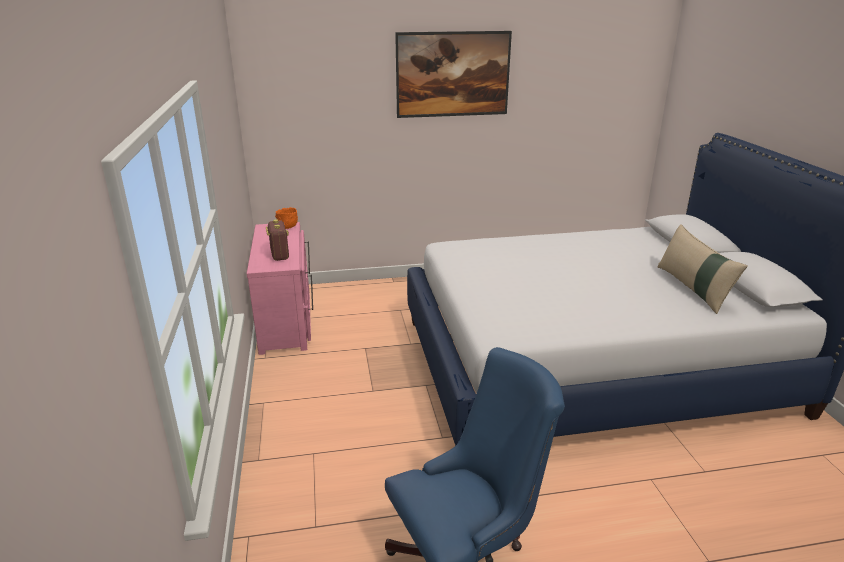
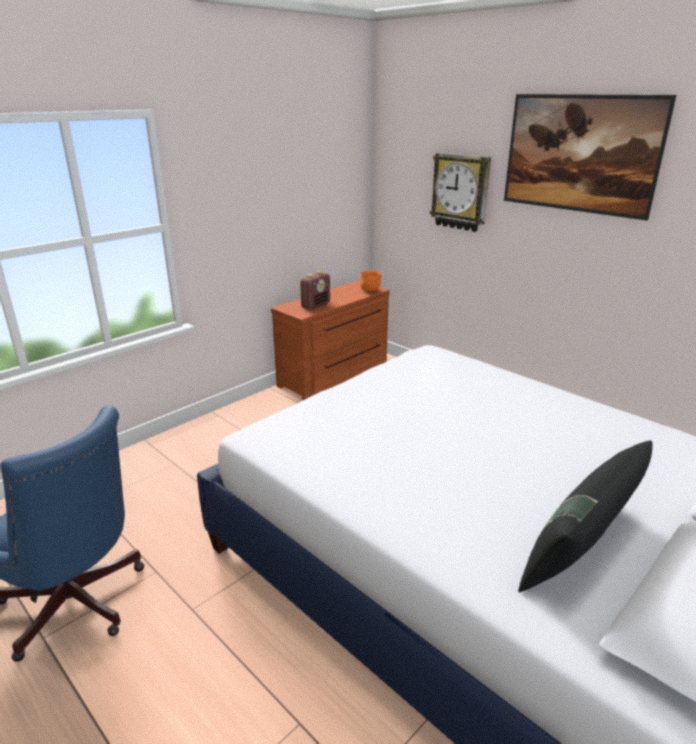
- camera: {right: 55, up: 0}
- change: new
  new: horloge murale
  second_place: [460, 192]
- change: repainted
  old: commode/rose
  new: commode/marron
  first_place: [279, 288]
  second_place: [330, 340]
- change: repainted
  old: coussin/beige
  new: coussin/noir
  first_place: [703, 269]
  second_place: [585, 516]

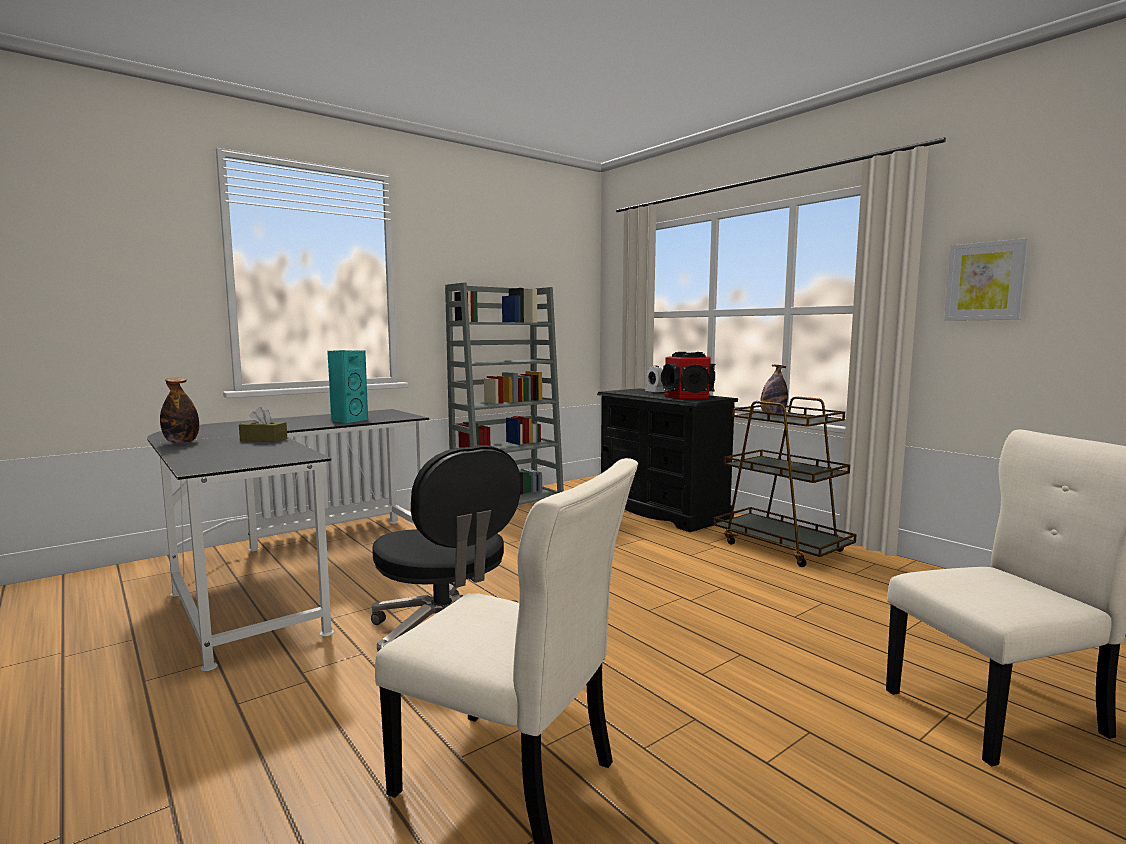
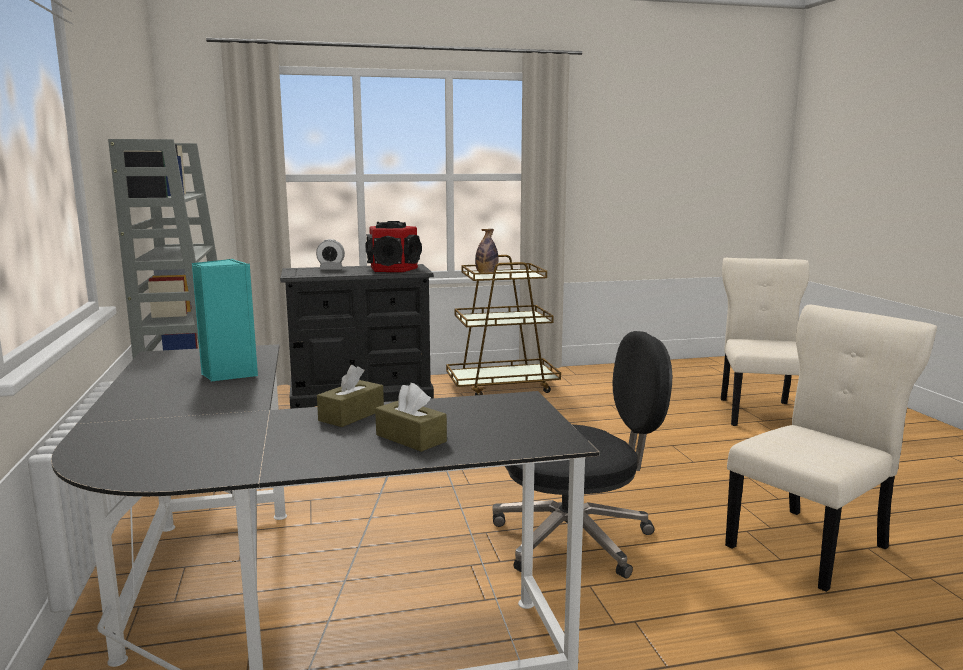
- camera: {right: -65, up: 5}
- change: gone
  old: bouteille
  first_place: [179, 411]
- change: gone
  old: tableau
  first_place: [986, 279]
- change: new
  new: boîte à mouchoirs/marron
  second_place: [411, 417]

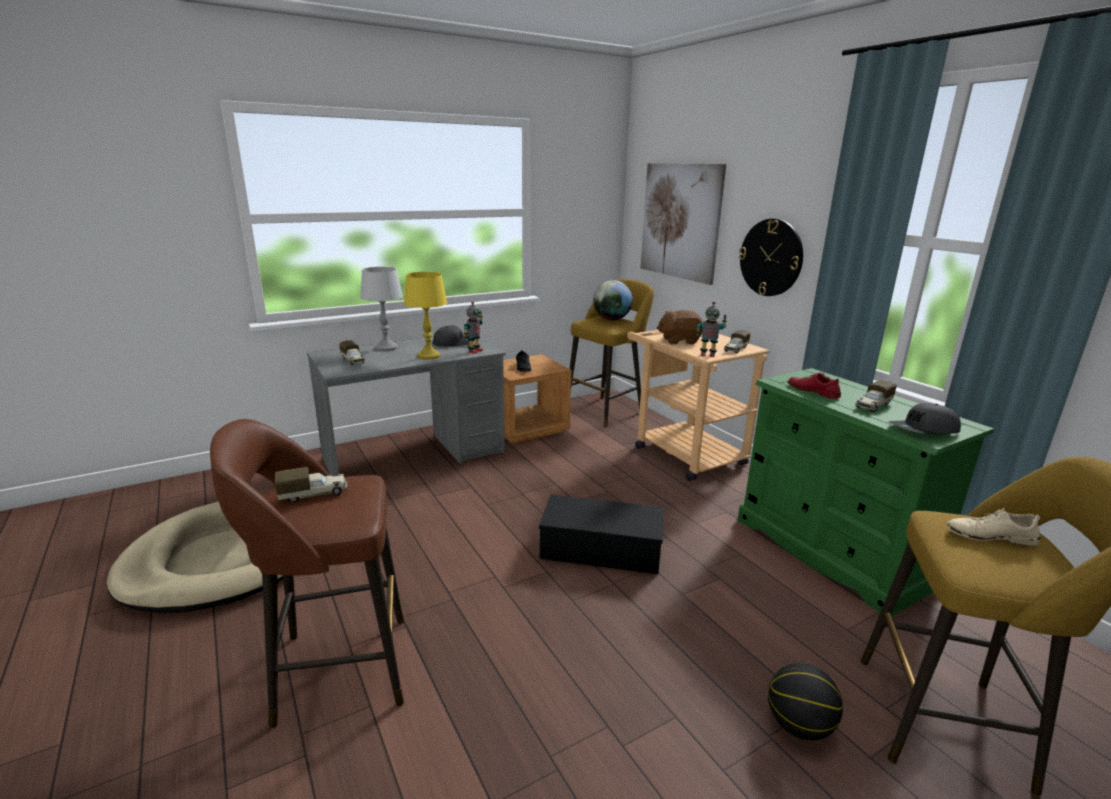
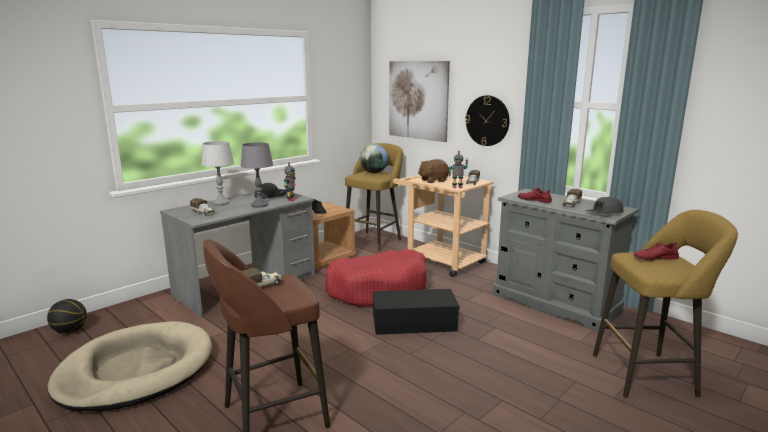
- camera: {right: -15, up: -5}
- change: new
  new: panier pour chien/rouge
  second_place: [376, 278]
- change: shifted
  old: ballon de basket
  first_place: [805, 701]
  second_place: [67, 316]
- change: repainted
  old: lampe de table/jaune
  new: lampe de table/gris
  first_place: [425, 316]
  second_place: [257, 175]
- change: repainted
  old: commode/vert
  new: commode/gris
  first_place: [866, 492]
  second_place: [566, 260]
- change: repainted
  old: chaussure/beige
  new: chaussure/rouge
  first_place: [994, 527]
  second_place: [656, 251]

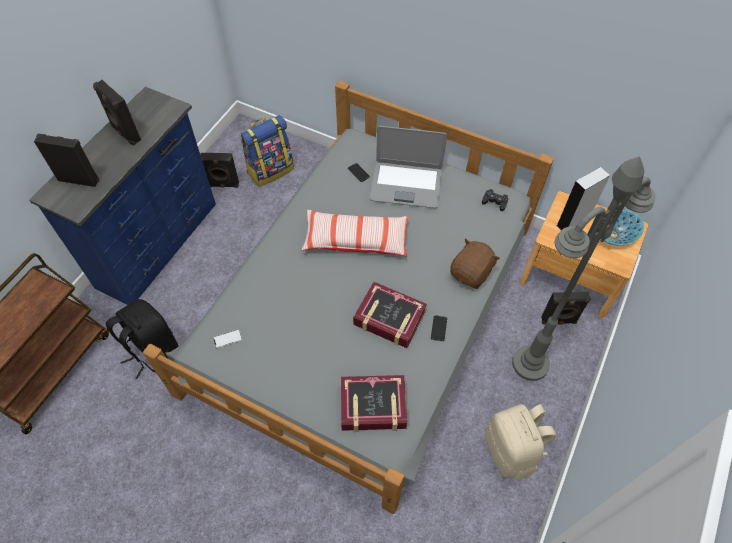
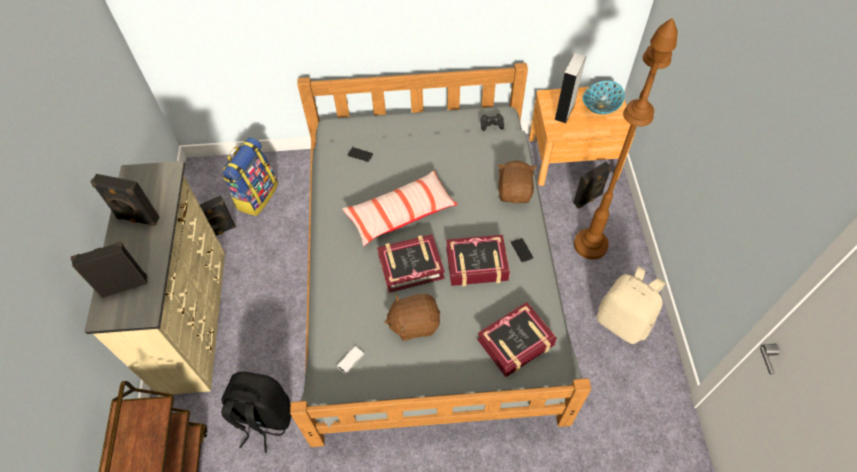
- camera: {right: -30, up: 0}
- change: gone
  old: ordinateur portable
  first_place: [408, 167]
- change: new
  new: livre
  second_place: [411, 263]
- change: new
  new: peluche/marron
  second_place: [412, 317]
- change: repainted
  old: commode/bleu
  new: commode/beige
  first_place: [122, 196]
  second_place: [155, 277]
- change: repainted
  old: lampadaire/gris
  new: lampadaire/marron
  first_place: [584, 268]
  second_place: [626, 138]

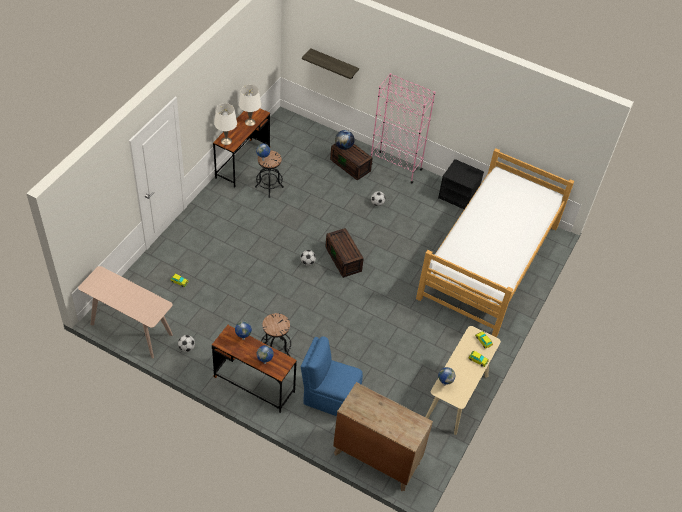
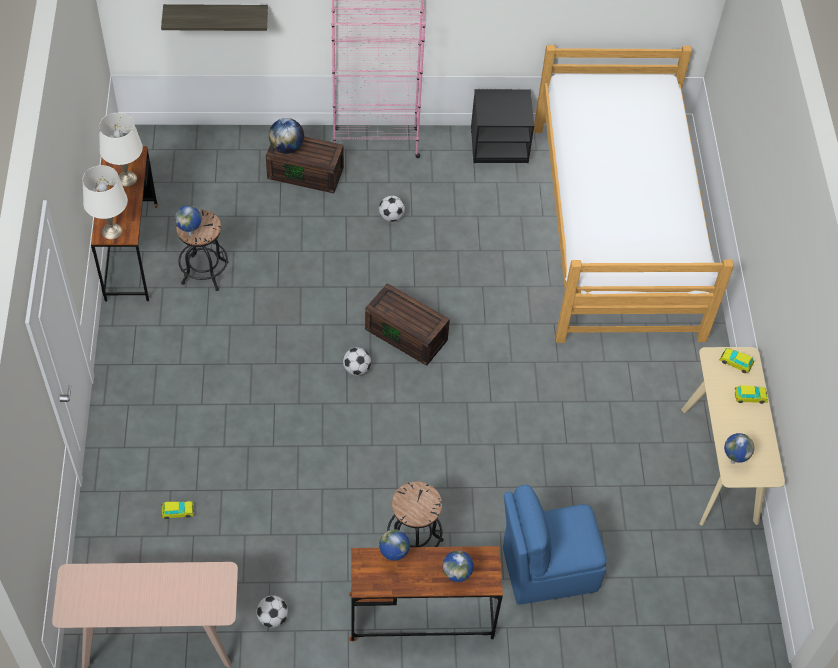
- camera: {right: -30, up: 5}
- change: gone
  old: commode/marron
  first_place: [383, 436]

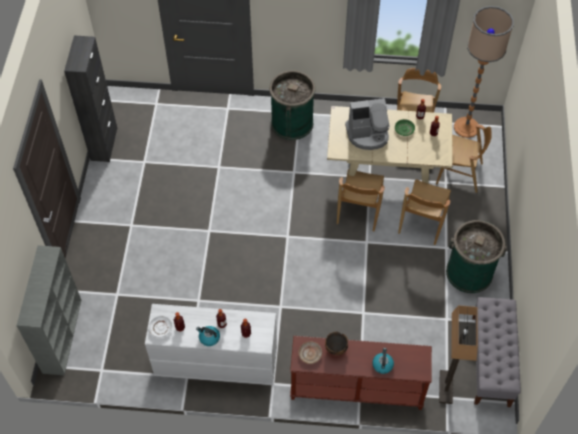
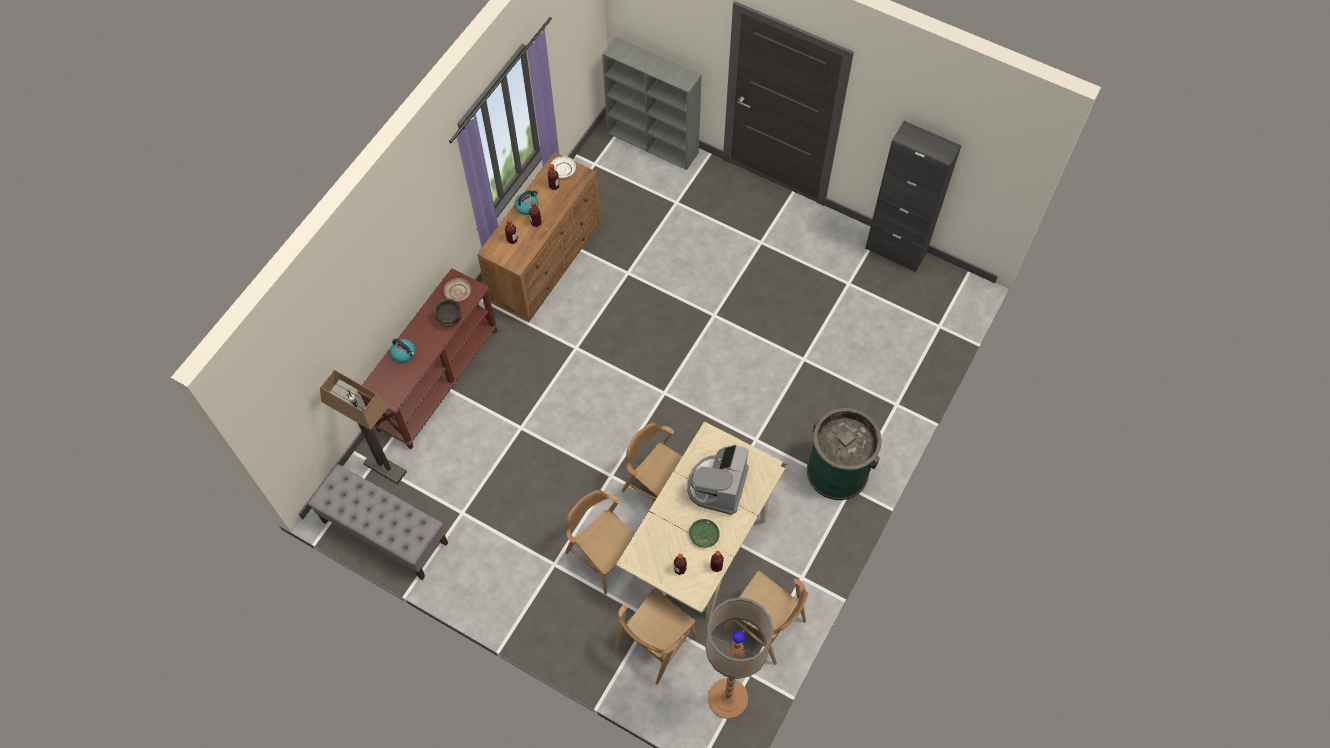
- camera: {right: 115, up: 5}
- change: gone
  old: poubelle/vert
  first_place: [476, 256]
- change: repainted
  old: commode/blanc
  new: commode/marron
  first_place: [211, 344]
  second_place: [539, 237]

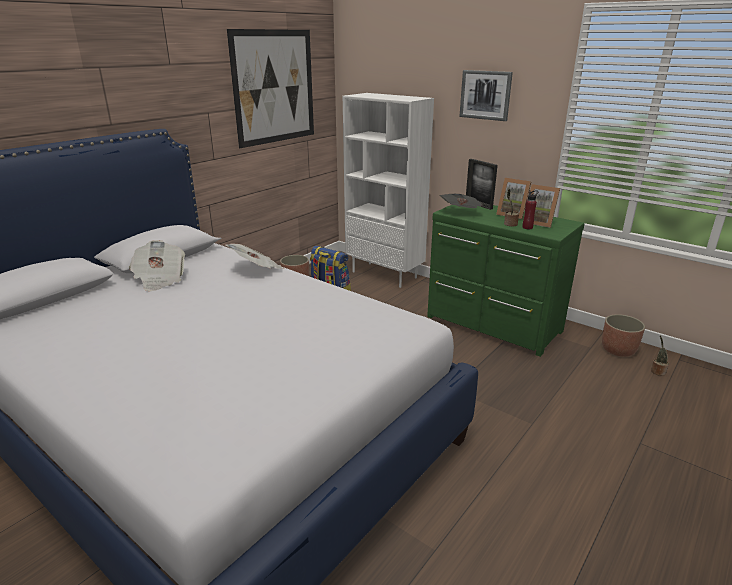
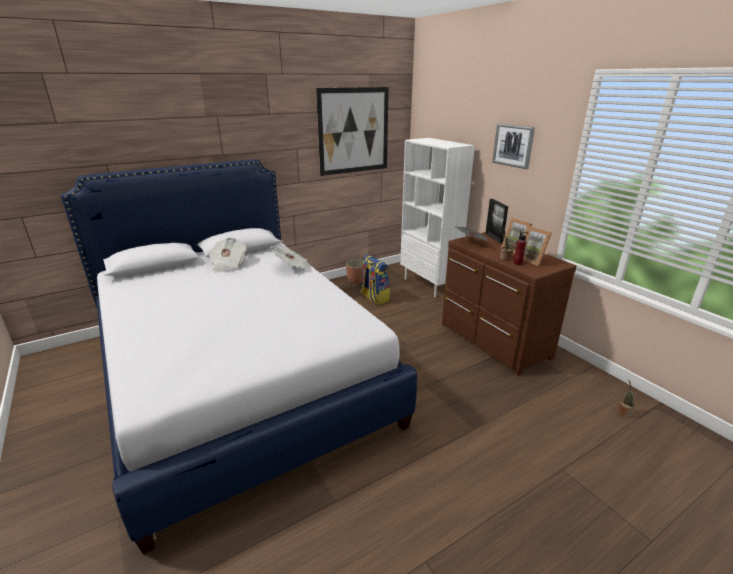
- camera: {right: 20, up: 0}
- change: gone
  old: cache-pot
  first_place: [623, 335]
- change: repainted
  old: commode/vert
  new: commode/marron
  first_place: [506, 281]
  second_place: [509, 304]

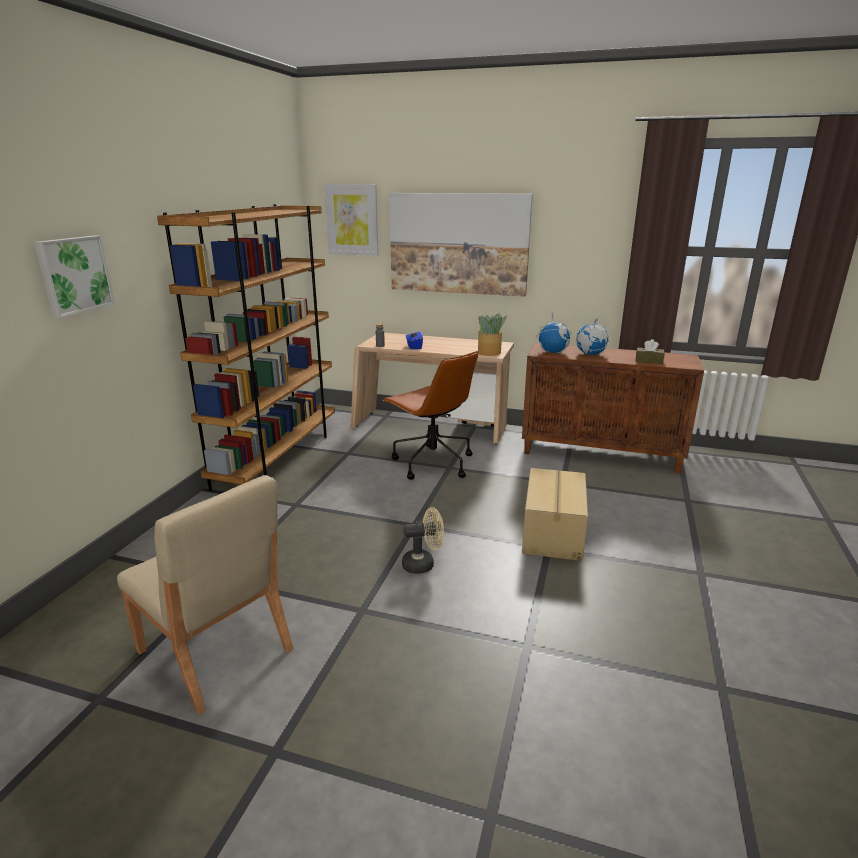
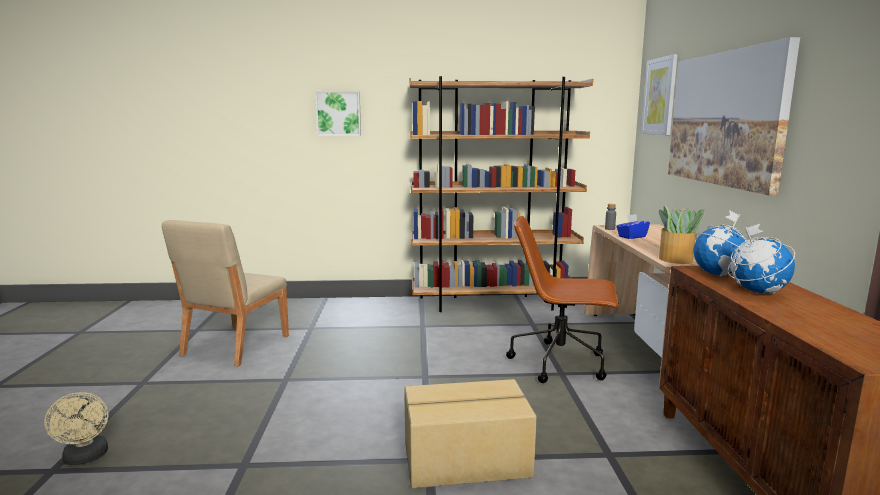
- camera: {right: 70, up: -10}
- change: gone
  old: boîte à mouchoirs/marron
  first_place: [650, 351]
- change: shifted
  old: ventilateur/beige
  first_place: [423, 540]
  second_place: [76, 428]
- change: rotated
  old: chaise de bureau/marron
  first_place: [430, 415]
  second_place: [562, 299]
  degrees: 75

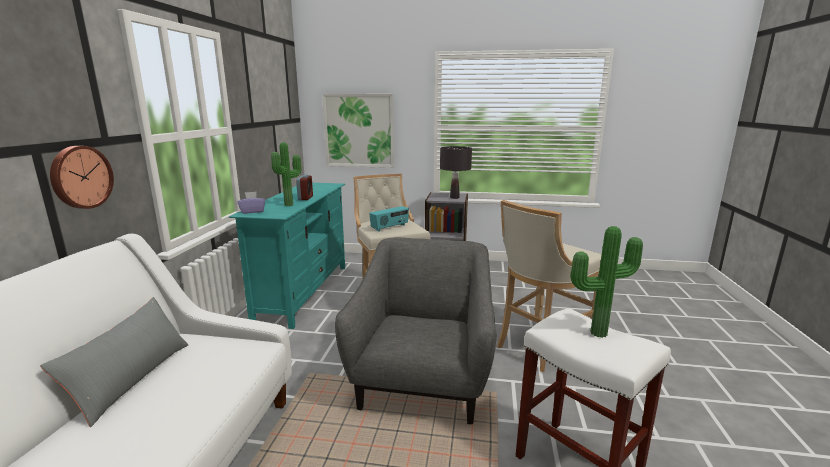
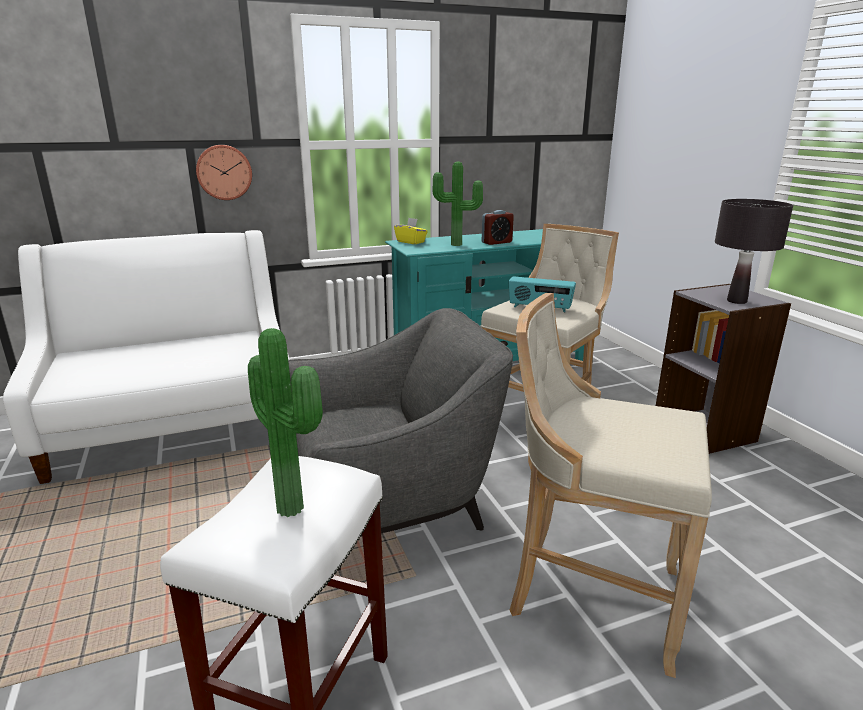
- camera: {right: 60, up: 5}
- change: gone
  old: coussin/gris
  first_place: [114, 362]
- change: gone
  old: tableau
  first_place: [358, 131]
- change: repainted
  old: boîte à mouchoirs/violet
  new: boîte à mouchoirs/jaune
  first_place: [251, 203]
  second_place: [411, 231]

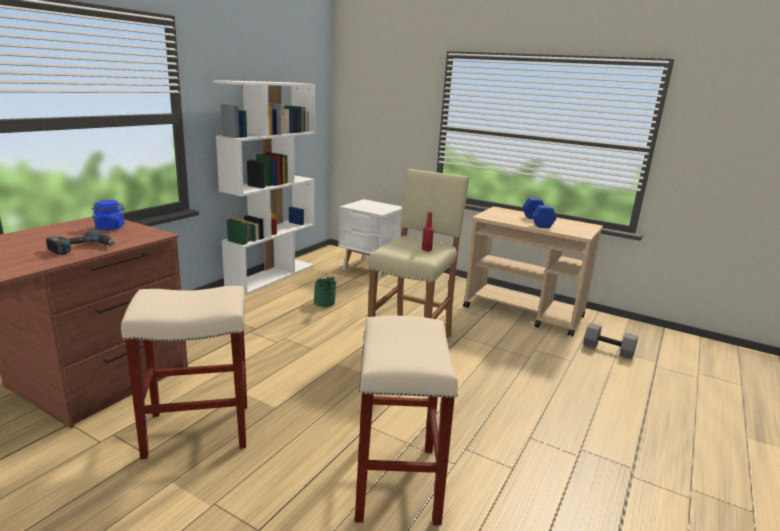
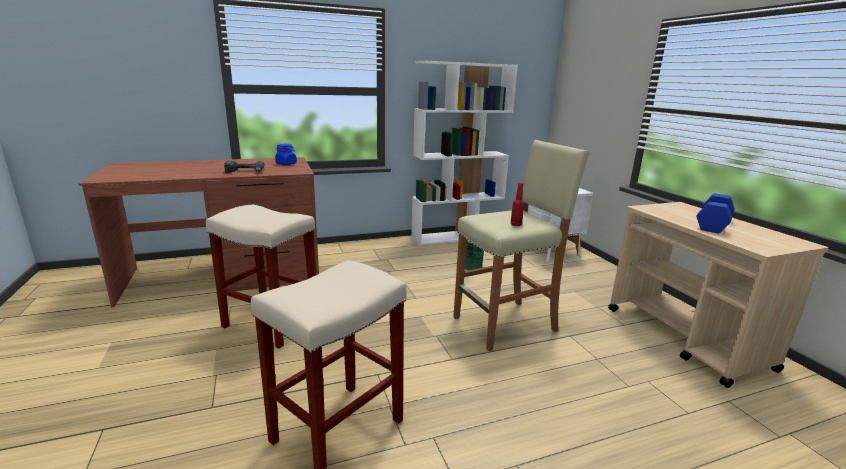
- camera: {right: 40, up: 0}
- change: gone
  old: haltère/gris
  first_place: [610, 341]

